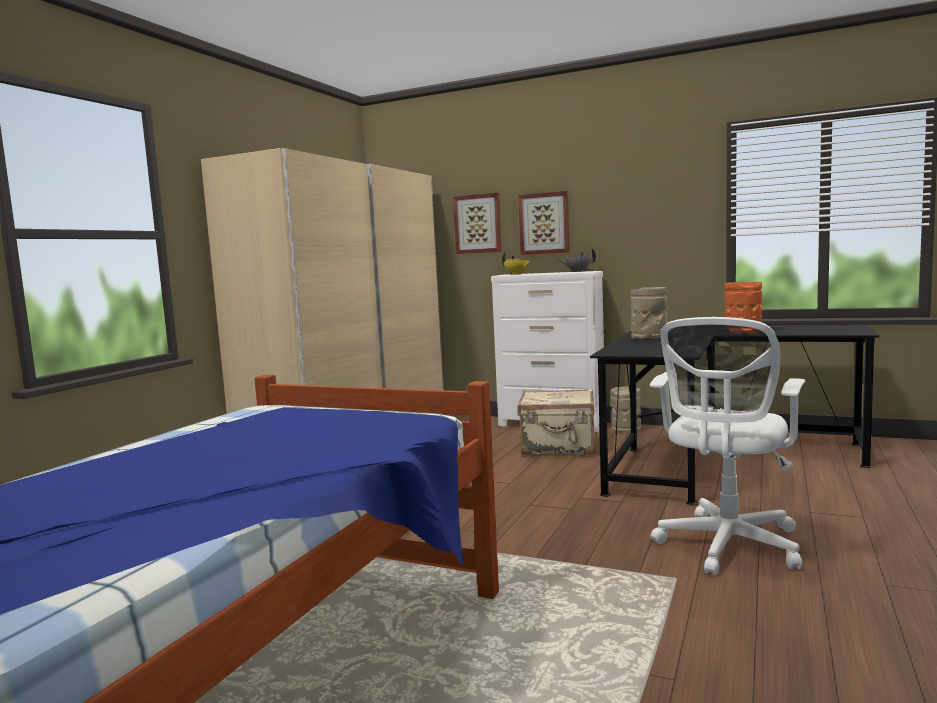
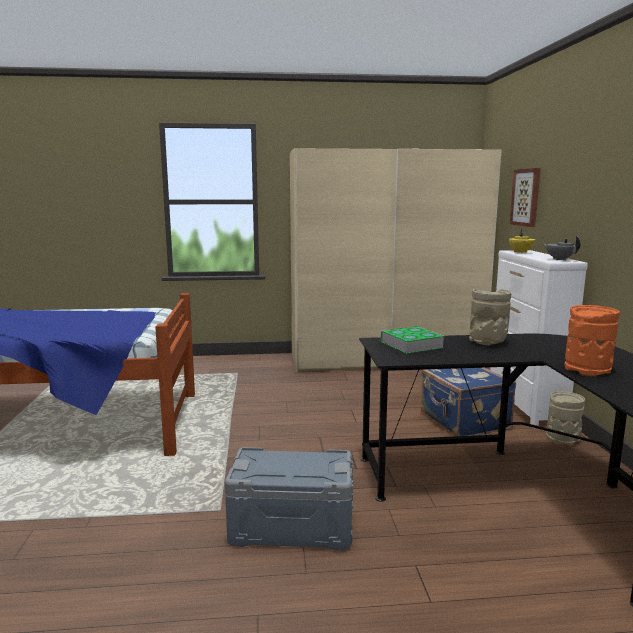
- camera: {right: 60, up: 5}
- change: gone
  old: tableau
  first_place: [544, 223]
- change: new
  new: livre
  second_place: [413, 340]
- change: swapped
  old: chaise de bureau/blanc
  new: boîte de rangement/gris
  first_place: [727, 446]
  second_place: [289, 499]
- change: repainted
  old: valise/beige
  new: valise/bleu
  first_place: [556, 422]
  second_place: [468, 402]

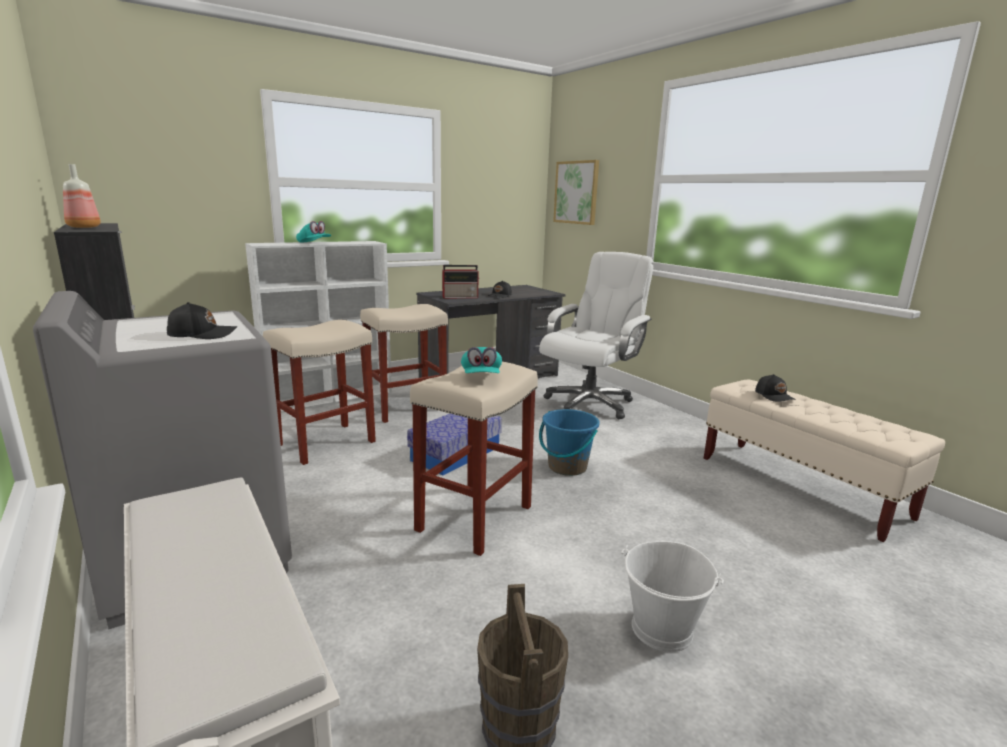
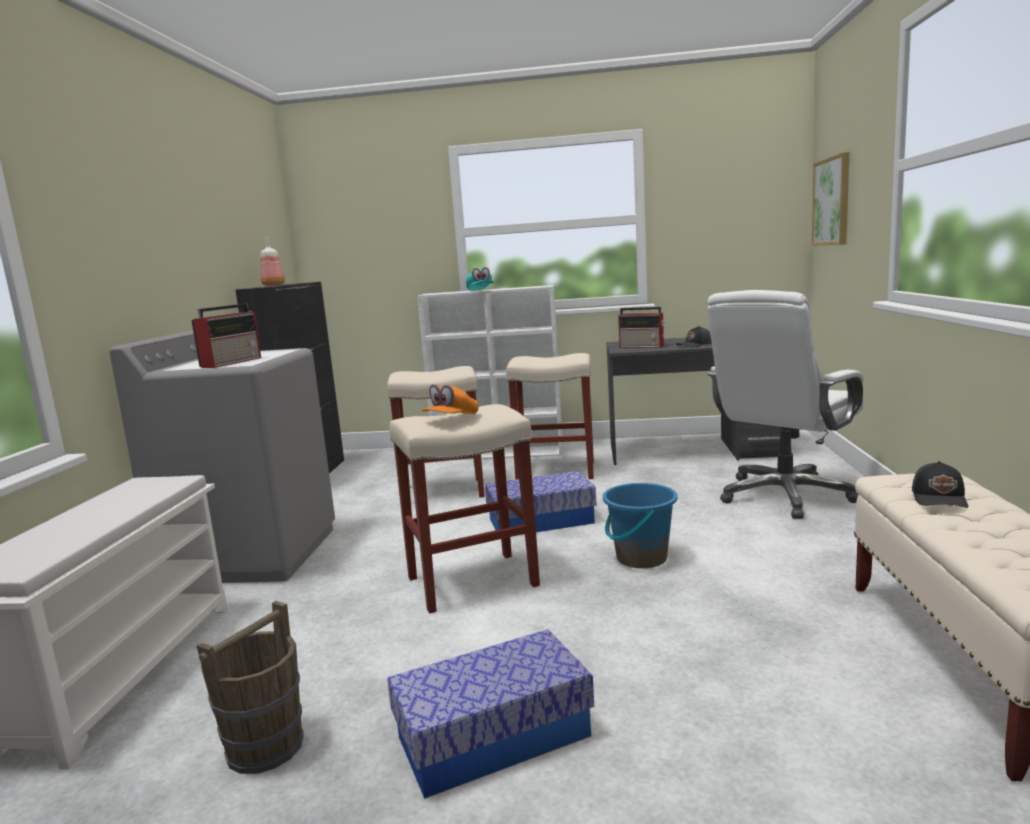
- camera: {right: 40, up: -5}
- change: swapped
  old: casquette/noir
  new: radio
  first_place: [202, 320]
  second_place: [226, 336]
- change: swapped
  old: seau/blanc
  new: boîte de rangement
  first_place: [672, 596]
  second_place: [490, 714]
- change: repainted
  old: casquette/turquoise
  new: casquette/orange
  first_place: [481, 360]
  second_place: [450, 399]
- change: rotated
  old: chaise de bureau/blanc
  first_place: [596, 335]
  second_place: [785, 404]
  degrees: 150

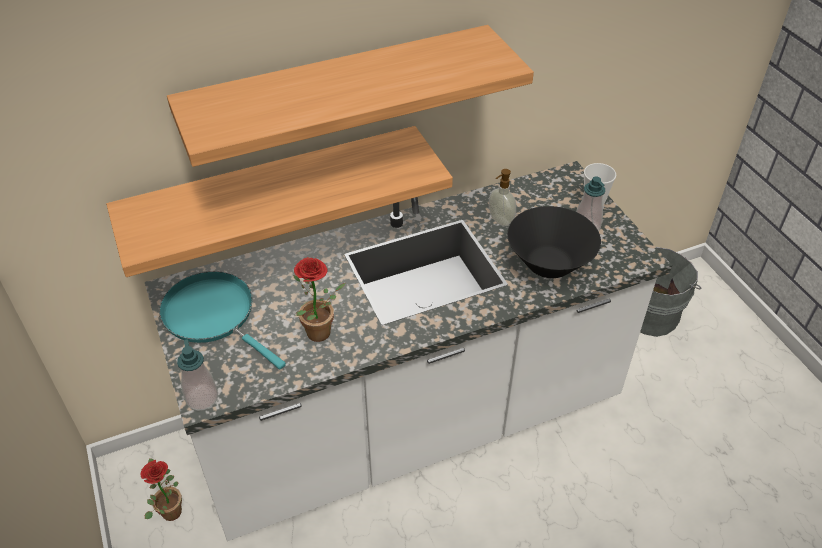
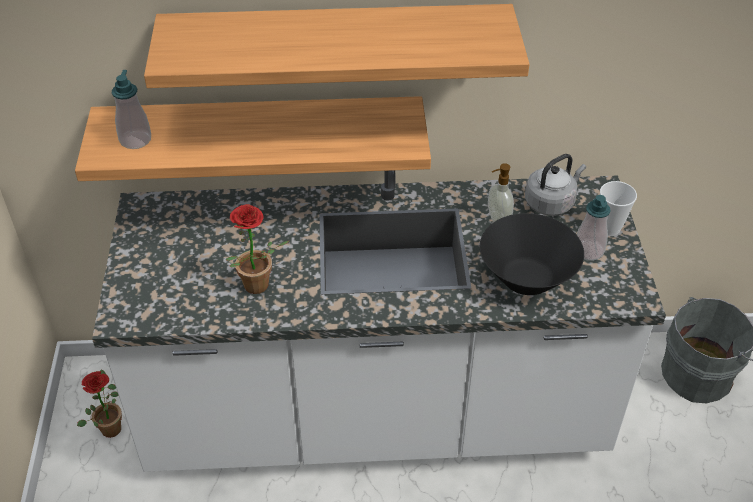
- camera: {right: 20, up: 0}
- change: gone
  old: poêle/turquoise
  first_place: [222, 320]
- change: new
  new: bouilloire/gris
  second_place: [555, 185]
- change: shifted
  old: distributeur de savon
  first_place: [197, 375]
  second_place: [131, 109]

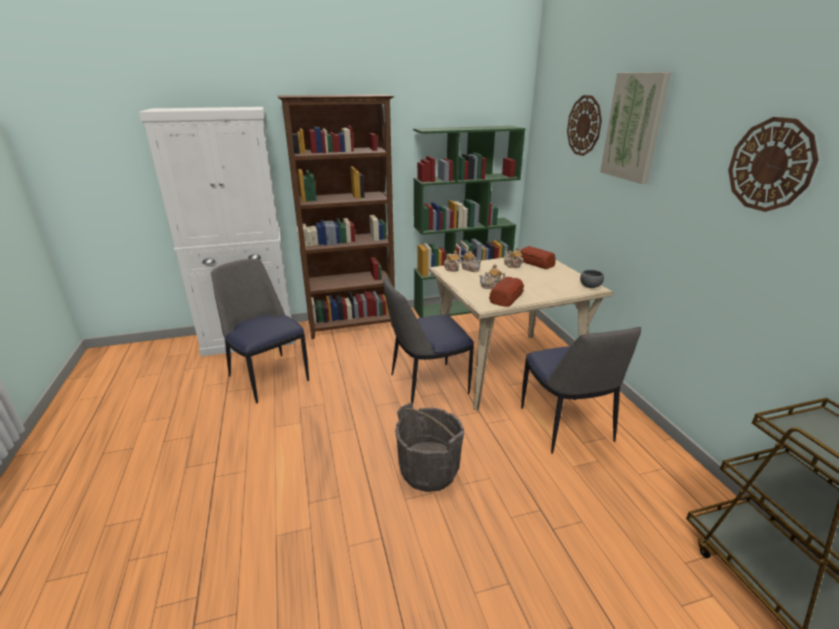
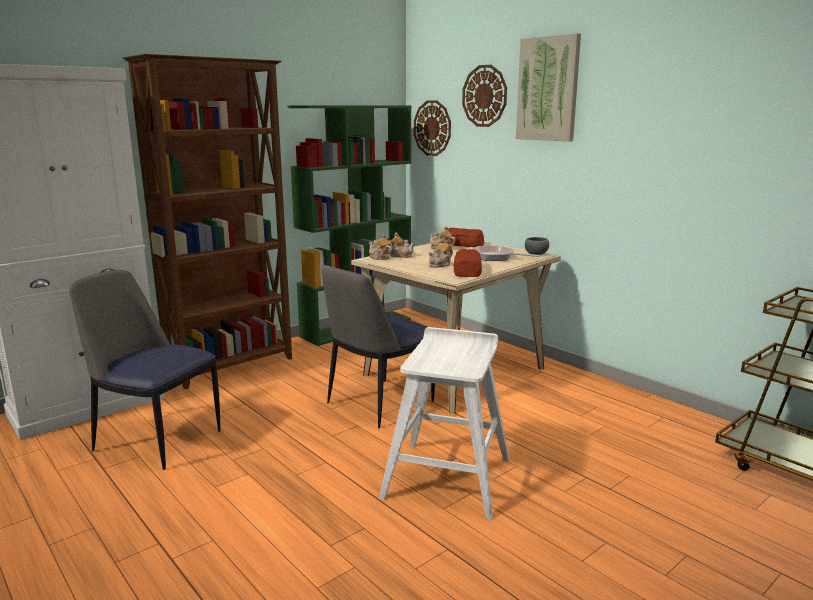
- camera: {right: -25, up: -10}
- change: gone
  old: chaise
  first_place: [581, 390]
- change: new
  new: poêle
  second_place: [506, 253]
- change: shifted
  old: horloge murale
  first_place: [773, 164]
  second_place: [432, 128]
- change: swapped
  old: seau/gris
  new: tabouret/blanc
  first_place: [429, 447]
  second_place: [444, 423]

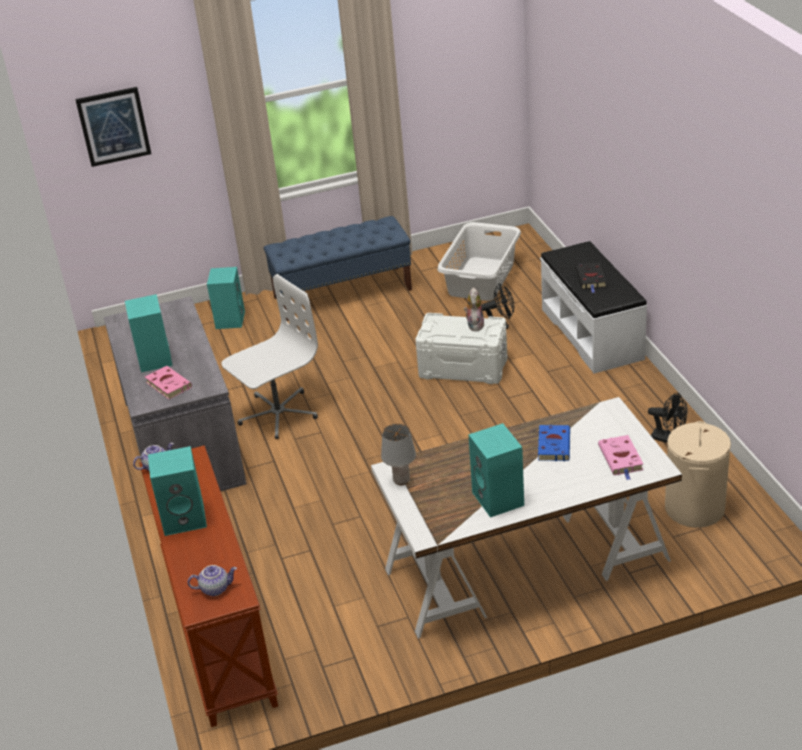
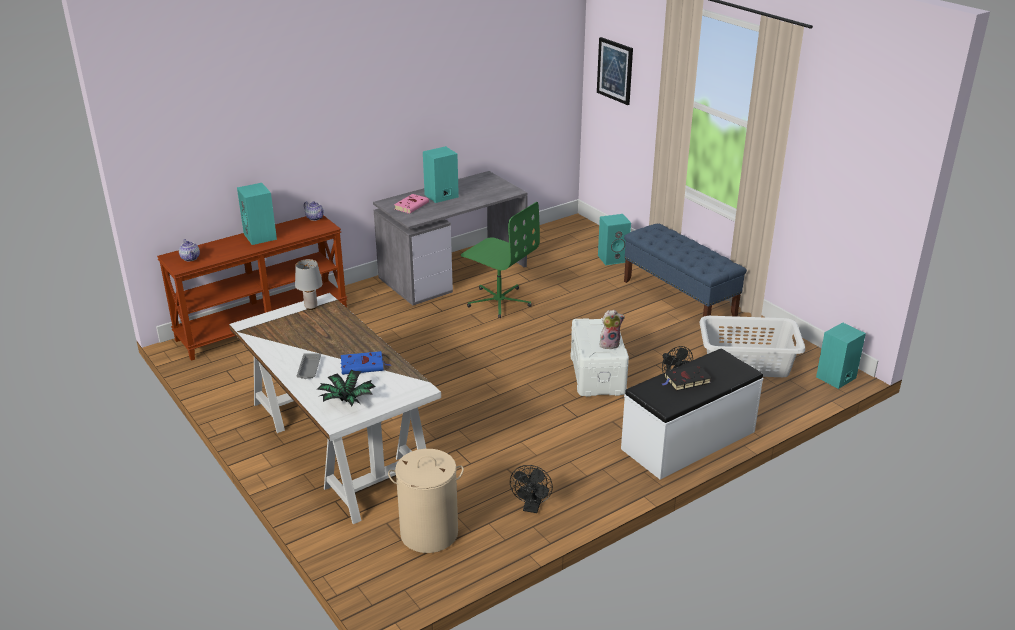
- camera: {right: 70, up: -5}
- change: new
  new: plateau/gris
  second_place: [309, 366]
- change: shifted
  old: enceinte/turquoise
  first_place: [496, 470]
  second_place: [841, 356]
- change: swapped
  old: livre/rose
  new: plante en pot
  first_place: [620, 457]
  second_place: [346, 388]
- change: repainted
  old: chaise de bureau/blanc
  new: chaise de bureau/vert
  first_place: [270, 356]
  second_place: [500, 260]

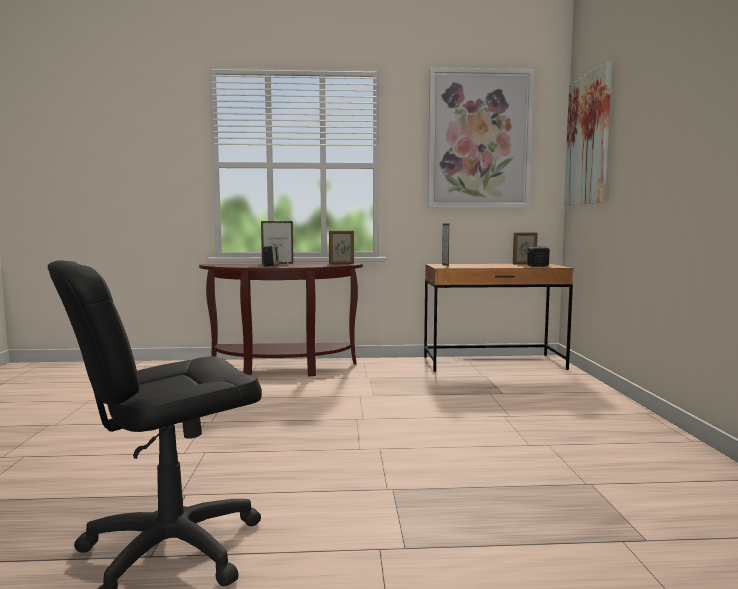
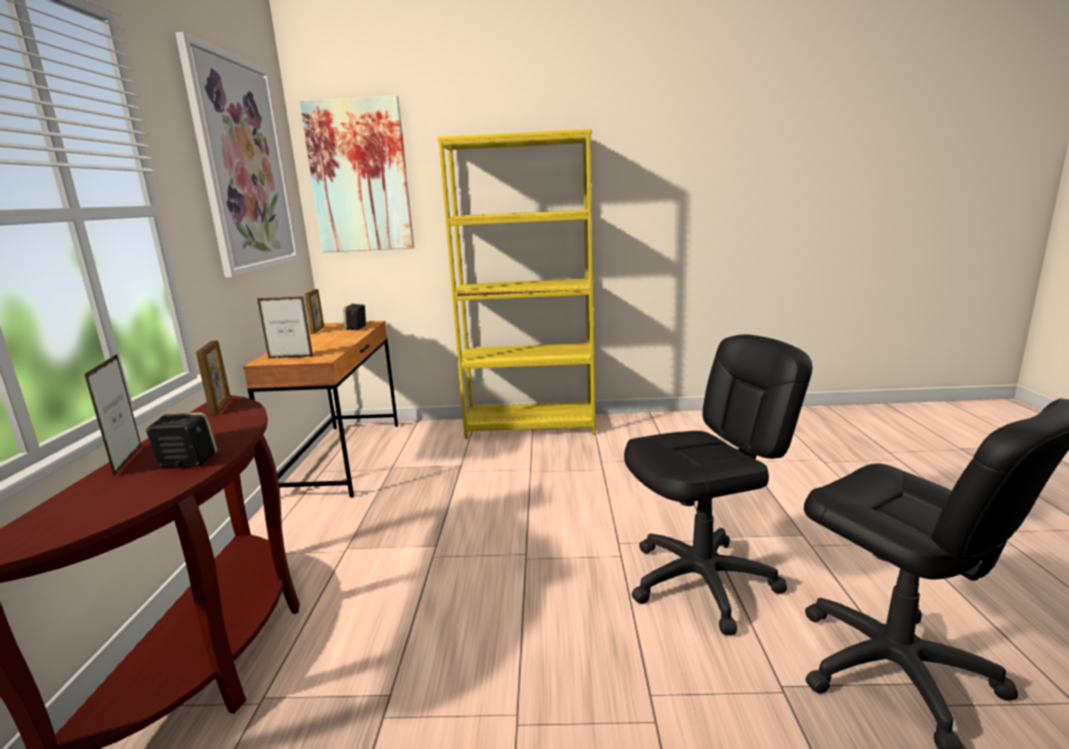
- camera: {right: -85, up: 10}
- change: new
  new: bibliothèque/jaune
  second_place: [516, 284]
- change: new
  new: chaise de bureau/noir
  second_place: [718, 484]

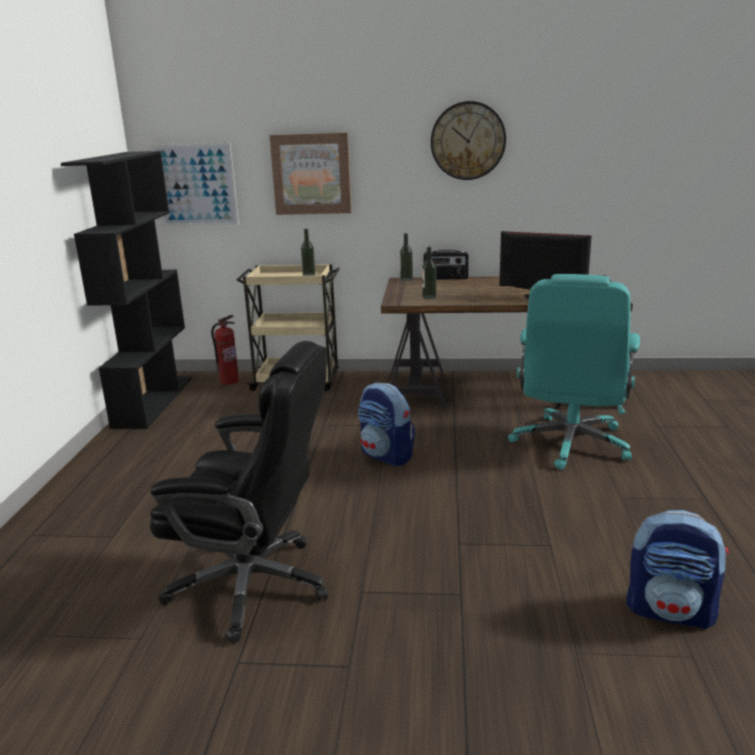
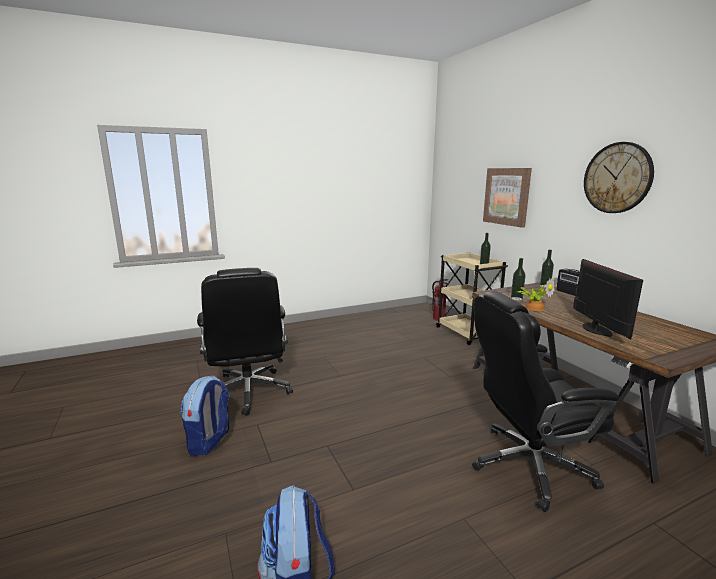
- camera: {right: 60, up: -5}
- change: gone
  old: bibliothèque/noir
  first_place: [126, 290]
- change: gone
  old: tableau
  first_place: [195, 184]
- change: new
  new: plante en pot
  second_place: [536, 294]
- change: shifted
  old: sac à dos
  first_place: [386, 424]
  second_place: [204, 416]
- change: repainted
  old: chaise de bureau/turquoise
  new: chaise de bureau/noir
  first_place: [574, 372]
  second_place: [546, 401]

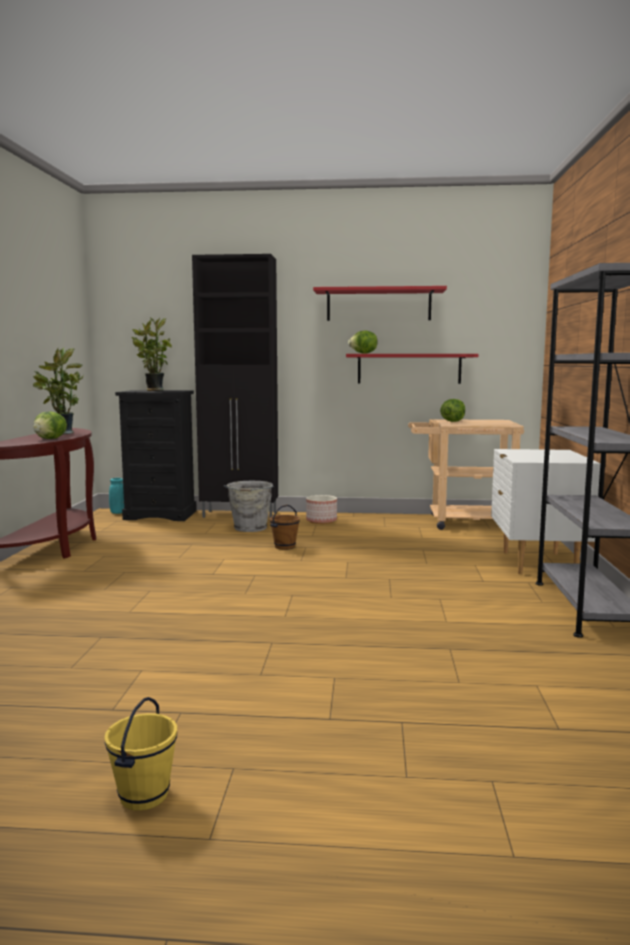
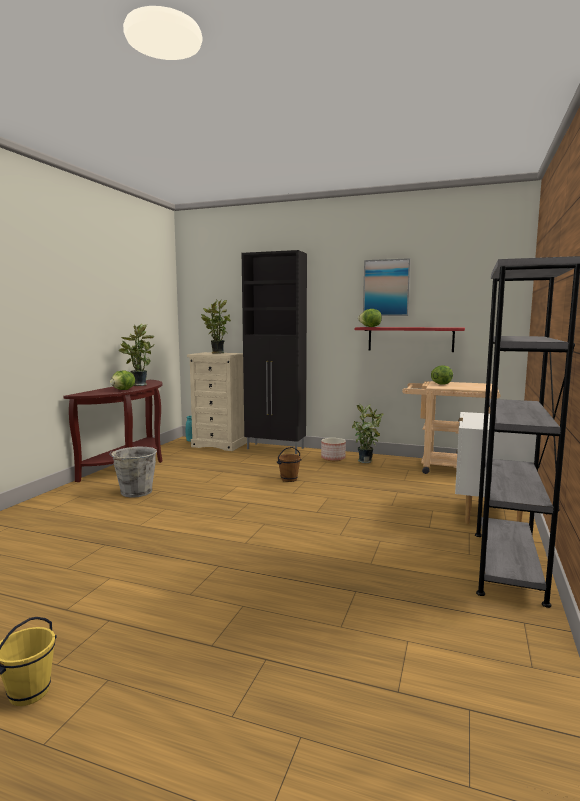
- camera: {right: 15, up: 0}
- change: new
  new: plante en pot
  second_place: [368, 433]
- change: shifted
  old: seau/gris
  first_place: [248, 506]
  second_place: [133, 472]
- change: swapped
  old: étagère/rouge
  new: tableau
  first_place: [380, 303]
  second_place: [387, 287]
- change: repainted
  old: commode/noir
  new: commode/beige
  first_place: [156, 455]
  second_place: [217, 401]

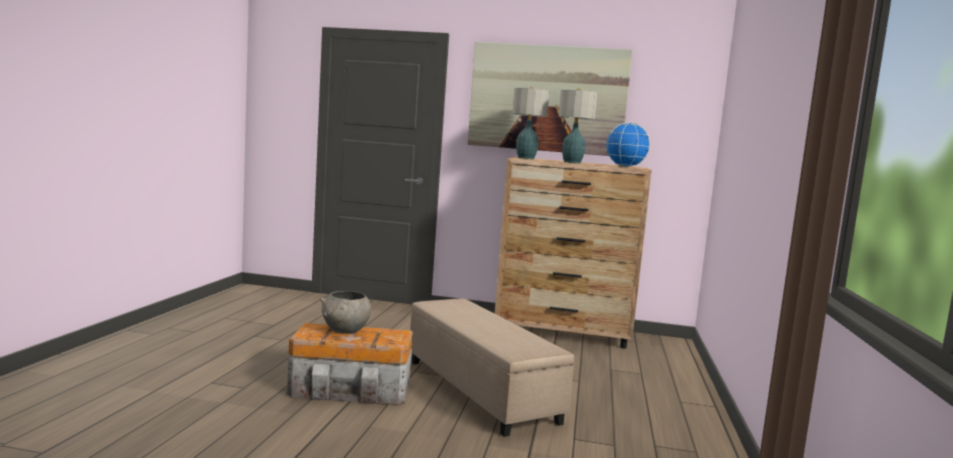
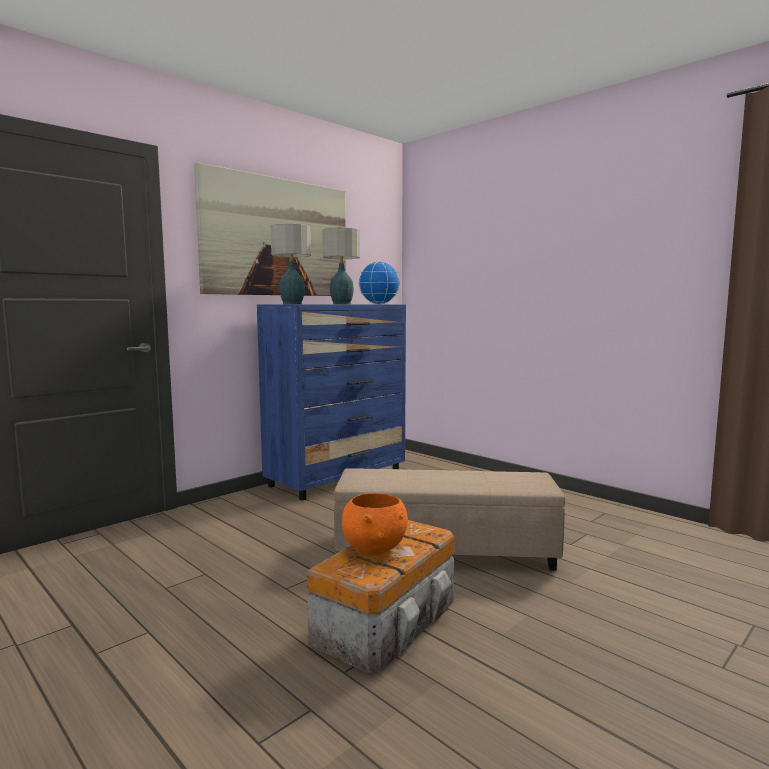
- camera: {right: -55, up: 0}
- change: repainted
  old: bol/gris
  new: bol/orange
  first_place: [345, 312]
  second_place: [375, 524]
- change: repainted
  old: commode/marron
  new: commode/bleu
  first_place: [573, 253]
  second_place: [331, 402]

